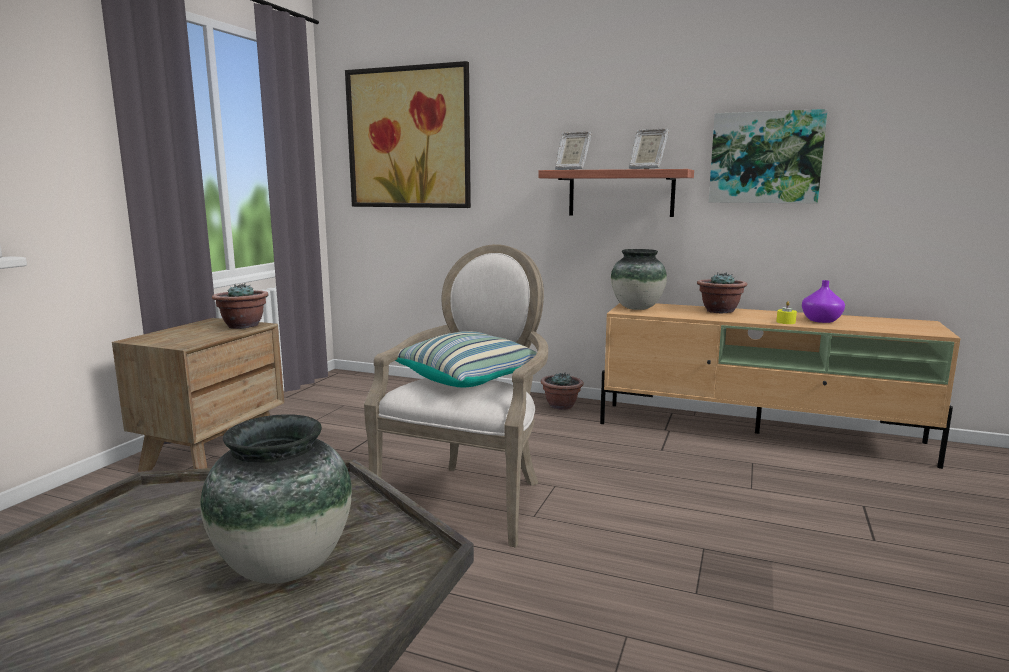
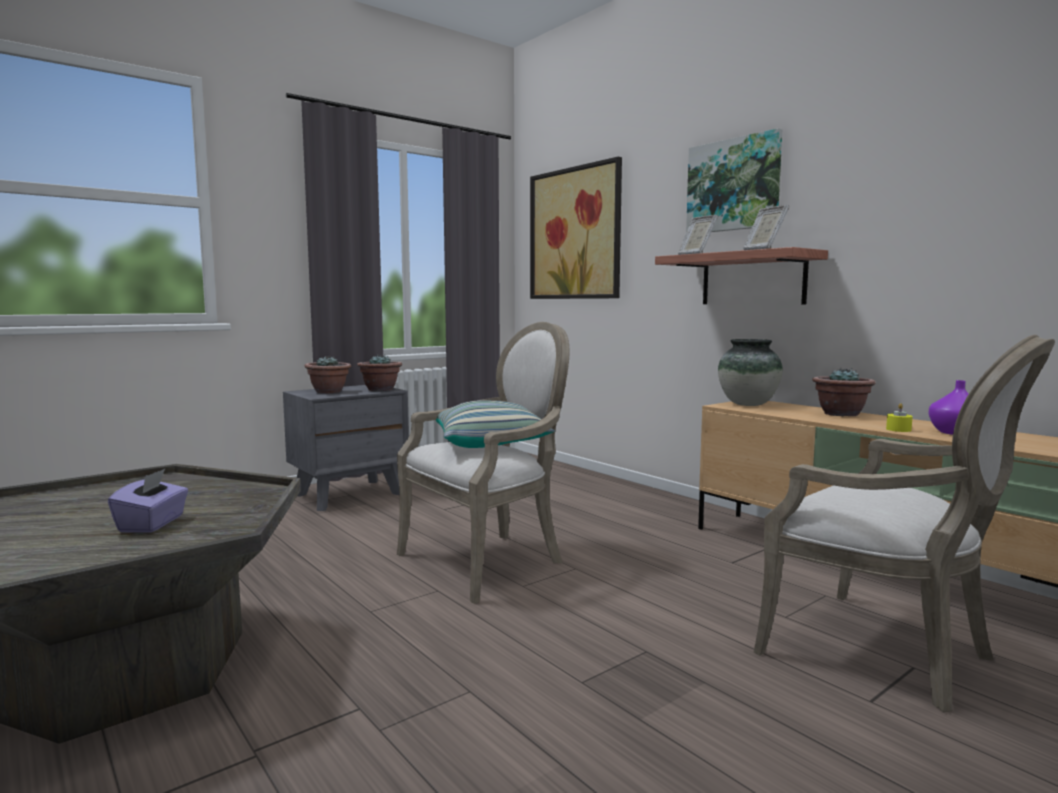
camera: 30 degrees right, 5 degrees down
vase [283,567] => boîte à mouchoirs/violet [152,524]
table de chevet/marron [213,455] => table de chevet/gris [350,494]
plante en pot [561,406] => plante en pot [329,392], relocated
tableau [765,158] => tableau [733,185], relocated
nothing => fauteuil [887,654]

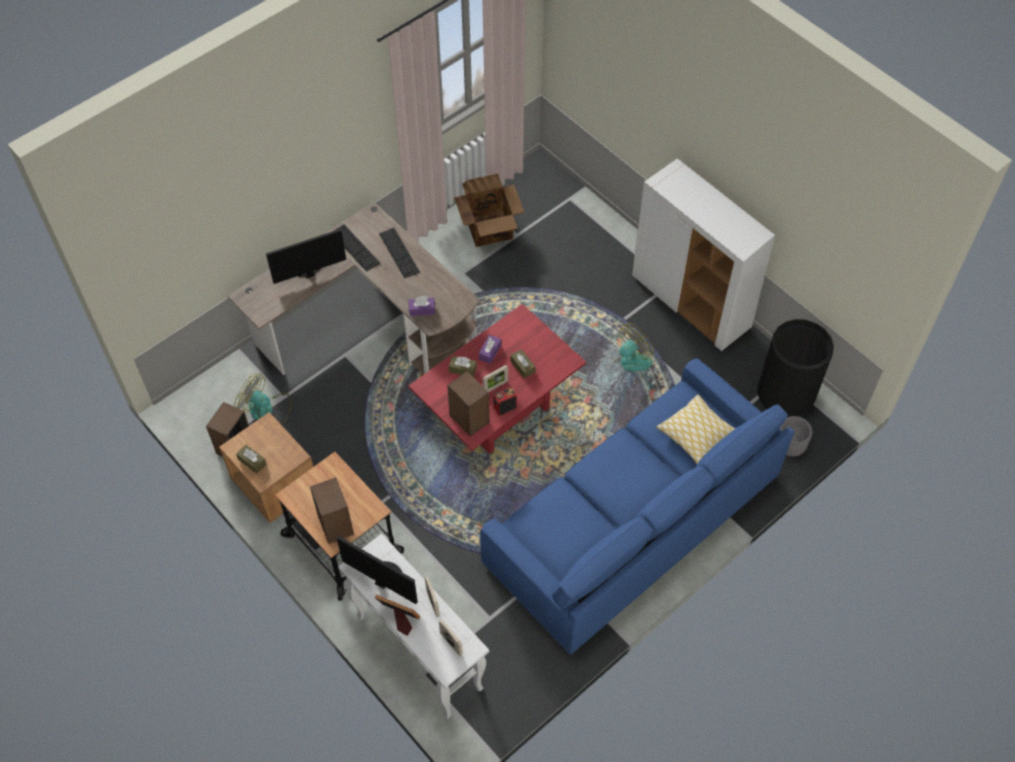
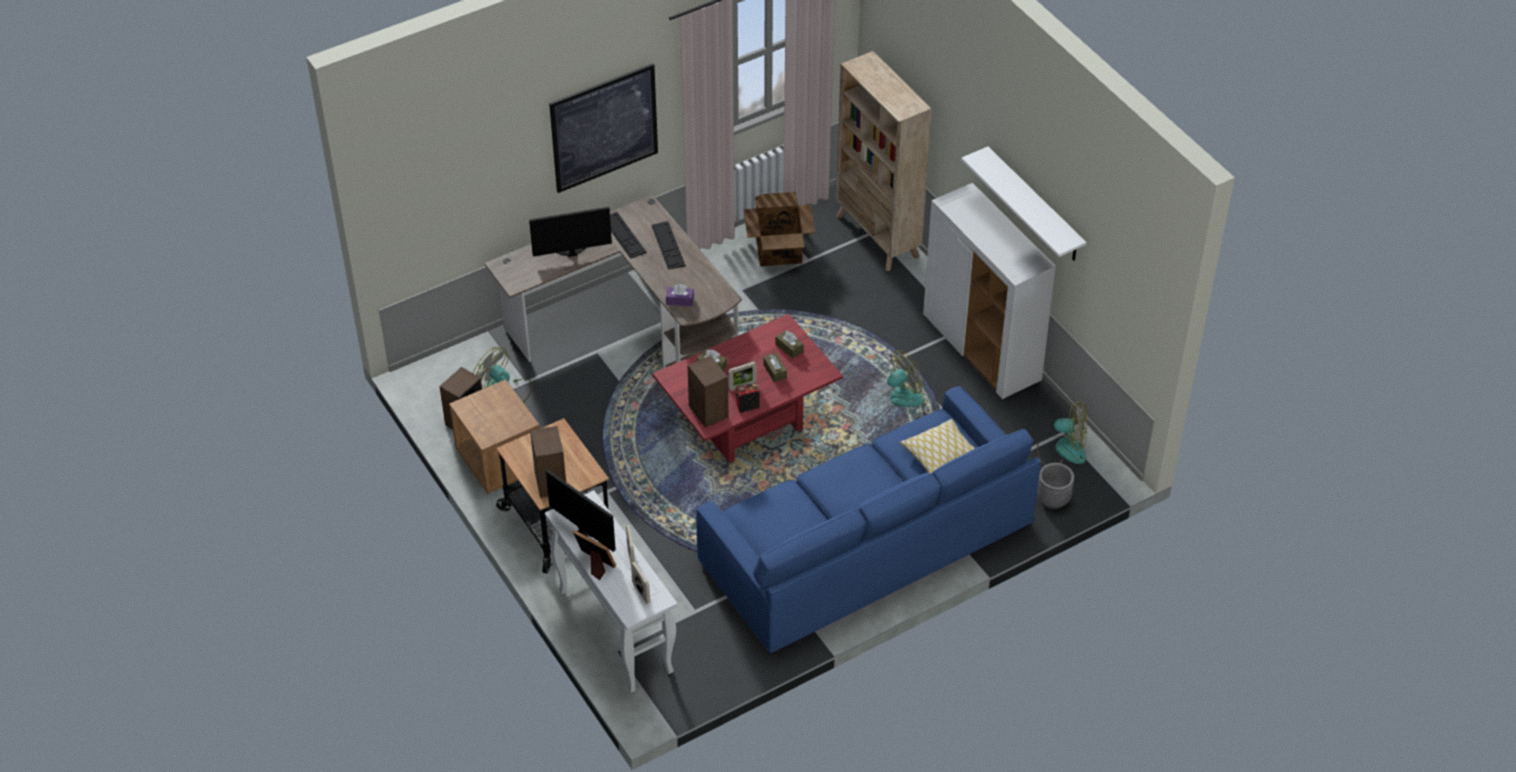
camera: 10 degrees right, 10 degrees down
nothing => tableau [604,127]
boîte à mouchoirs/marron [252,461] => boîte à mouchoirs/marron [789,348], relocated
nothing => bibliothèque/beige [877,237]
nothing => étagère/blanc [1034,206]
poubelle/noir [785,394] => ventilateur [1062,450]
boîte à mouchoirs/violet [490,352] => nothing

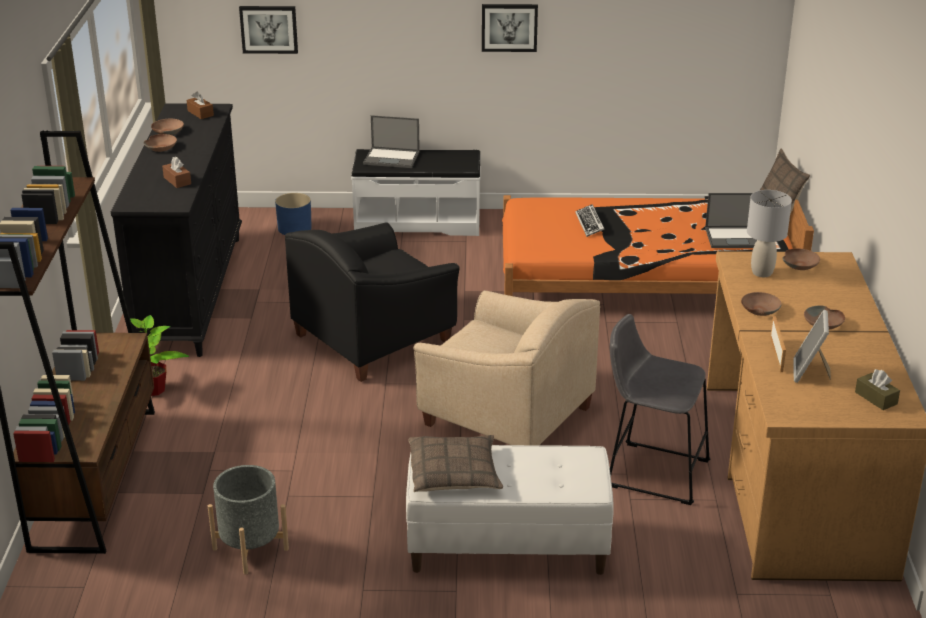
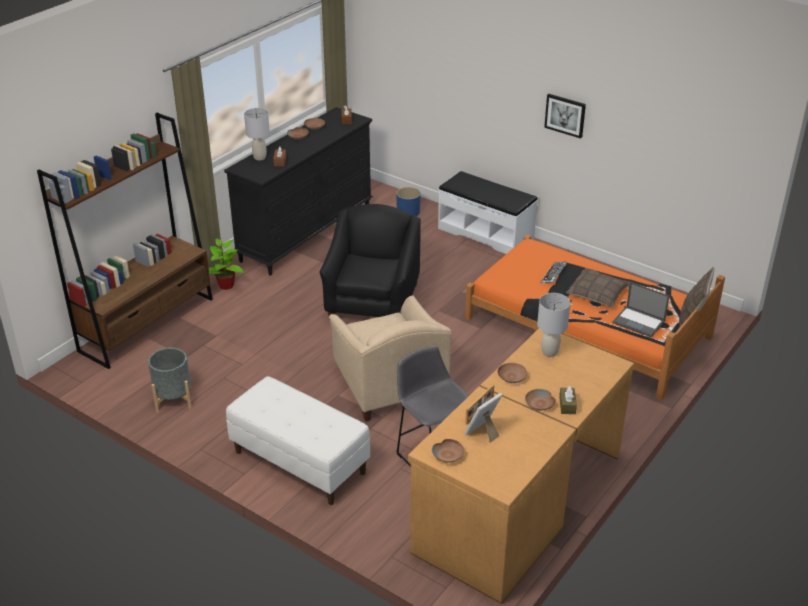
camera: 35 degrees right, 5 degrees up
nothing => lampe de table/gris [260,157]
fauteuil/noir [374,339] => fauteuil/noir [372,302], 105 degrees clockwise
bol/marron [800,264] => bol/marron [448,455], relocated
boîte à mouchoirs/marron [876,398] => boîte à mouchoirs/marron [567,405], relocated
coussin [454,473] => coussin [598,294], relocated
tableau [269,29] => nothing
ordinateur portable [392,158] => nothing

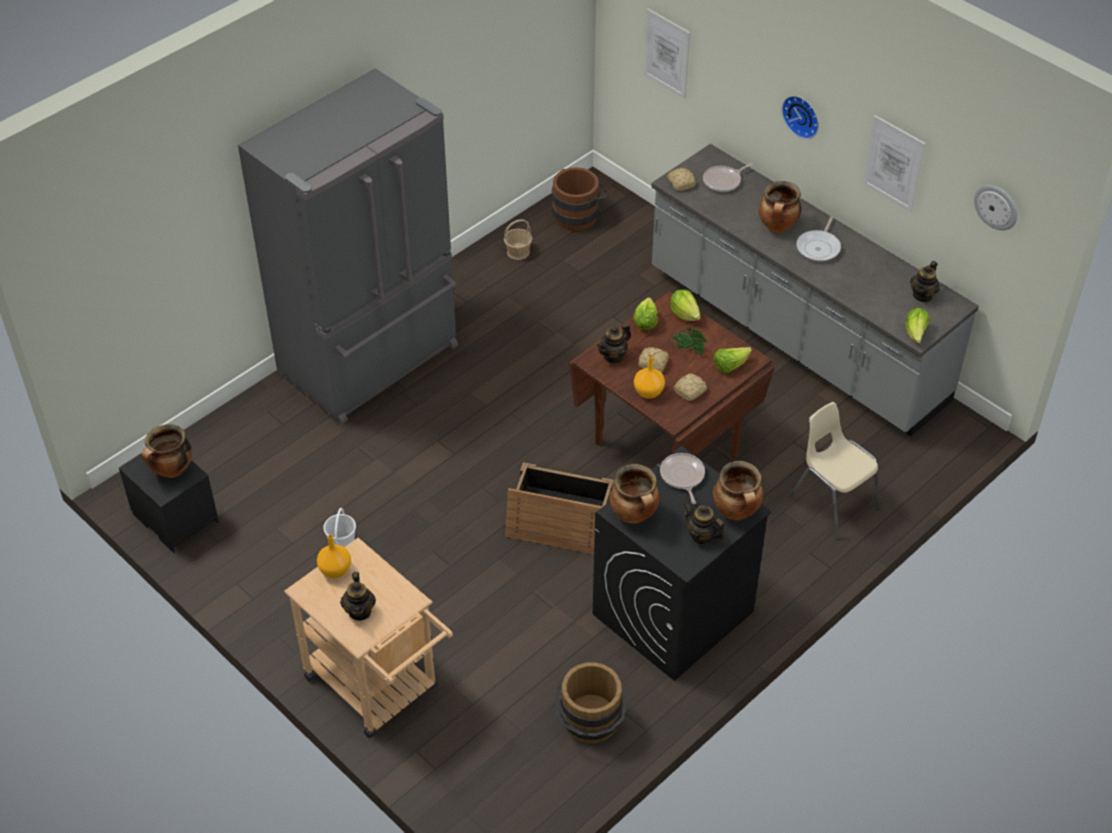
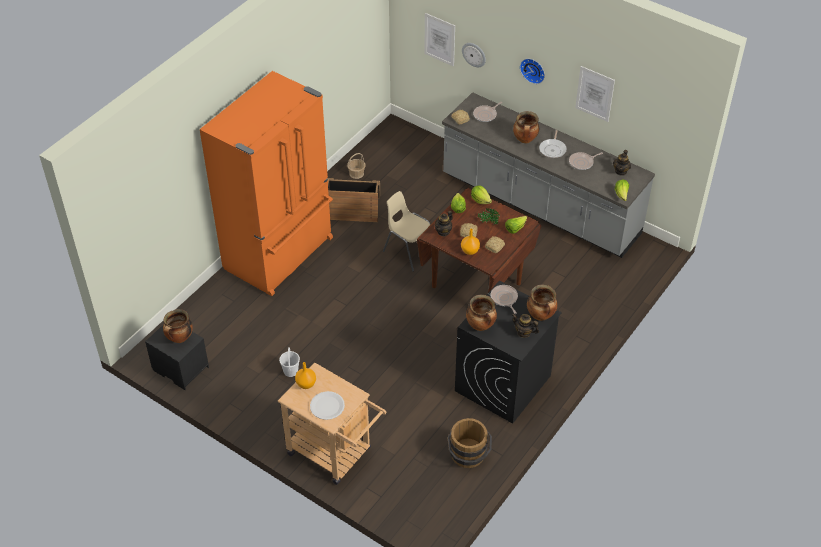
camera: 10 degrees left, 0 degrees up
réfrigérateur/gris [372,361] => réfrigérateur/orange [281,254]
théière [360,611] => assiette/blanc [327,406]
caisse [559,519] => caisse [351,207], relocated
chaise/beige [832,502] => chaise/beige [408,251], relocated
horloge murale [996,206] => horloge murale [474,54], relocated
nothing => poêle [582,162]
seau/marron [579,215] => nothing

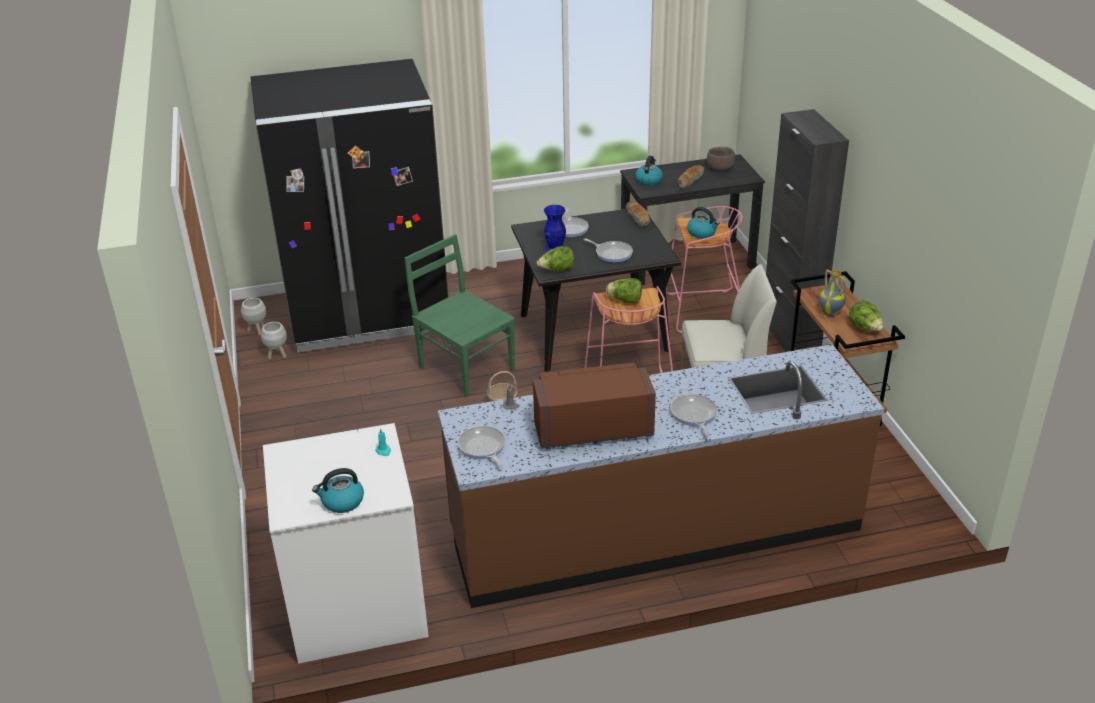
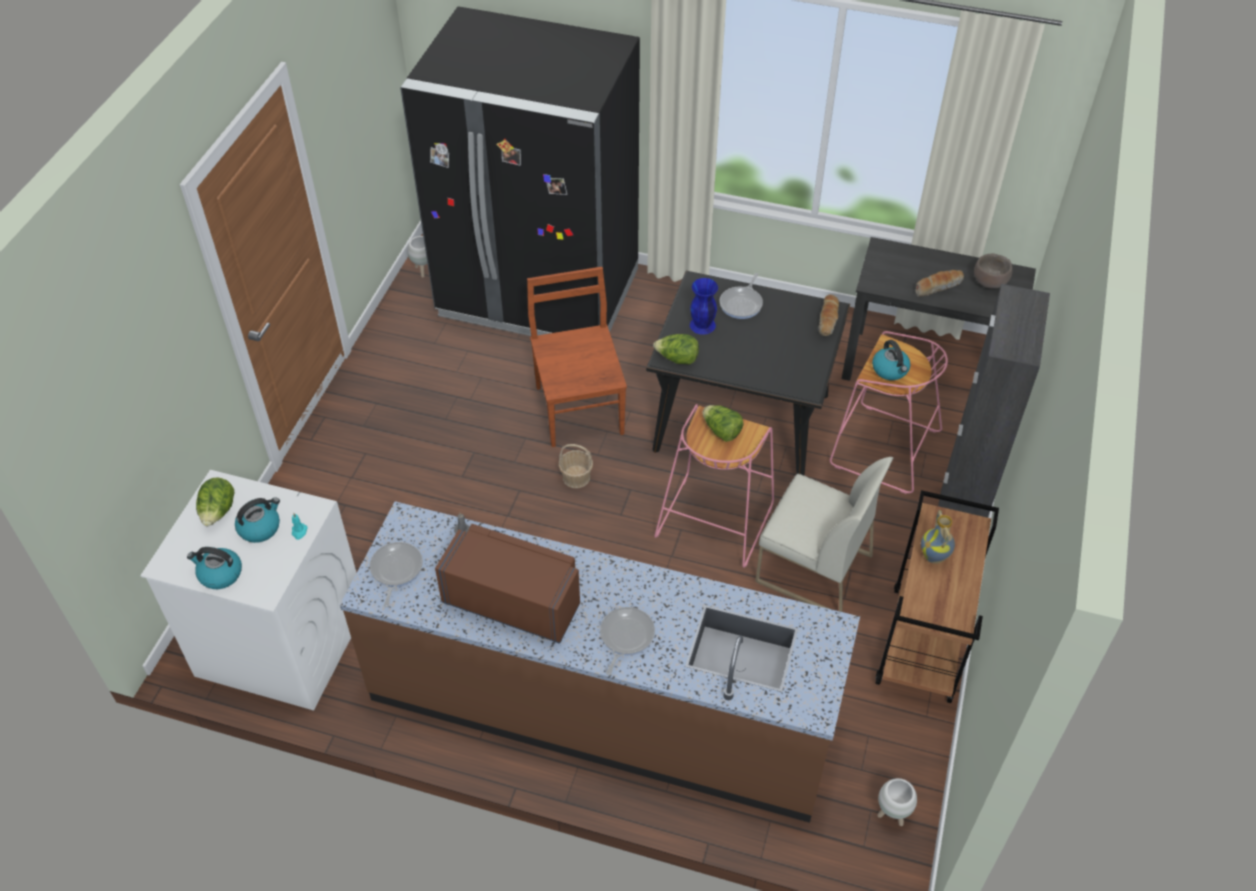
camera: 30 degrees right, 15 degrees up
laitue [865,328] => laitue [218,512], relocated
bouilloire [648,180] => bouilloire [260,527], relocated
chaise/vert [465,367] => chaise/marron [579,408]
cache-pot/blanc [277,355] => cache-pot/blanc [892,814], relocated
poêle [612,253] => nothing

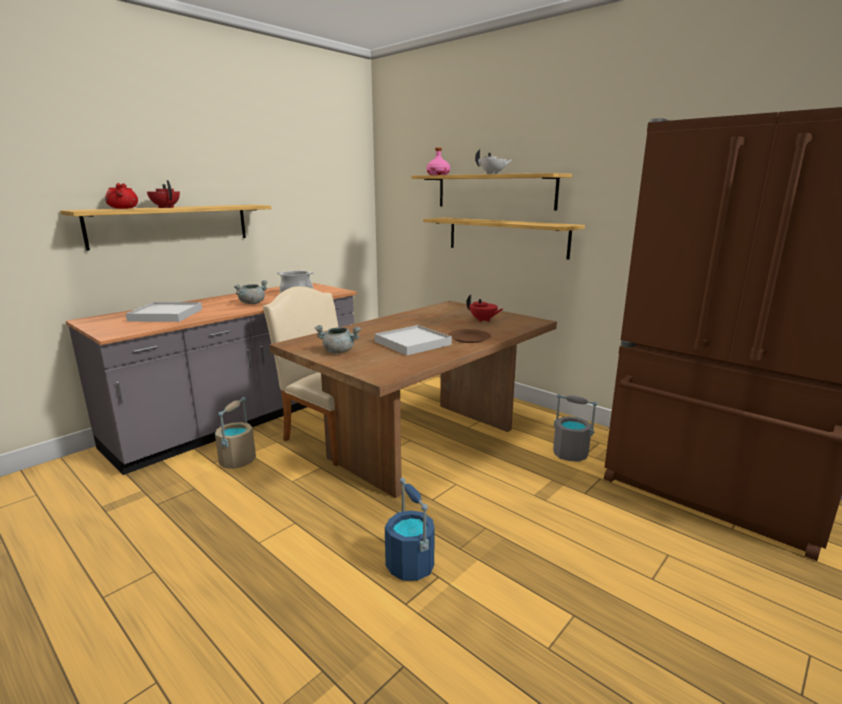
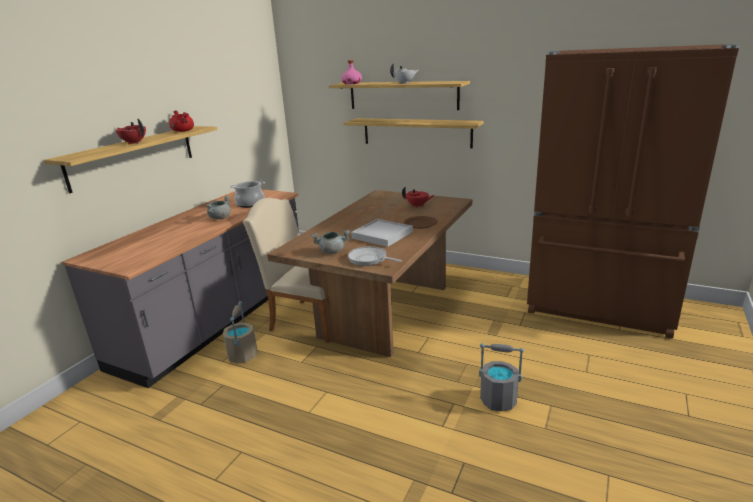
camera: 15 degrees left, 5 degrees up
marmite/rouge [123,208] => marmite/rouge [183,131], relocated
nothing => poêle [369,259]
seau/gris [570,454] => seau/gris [498,400], relocated
plateau/blanc [166,315] => nothing
seau/bleu [411,565] => nothing

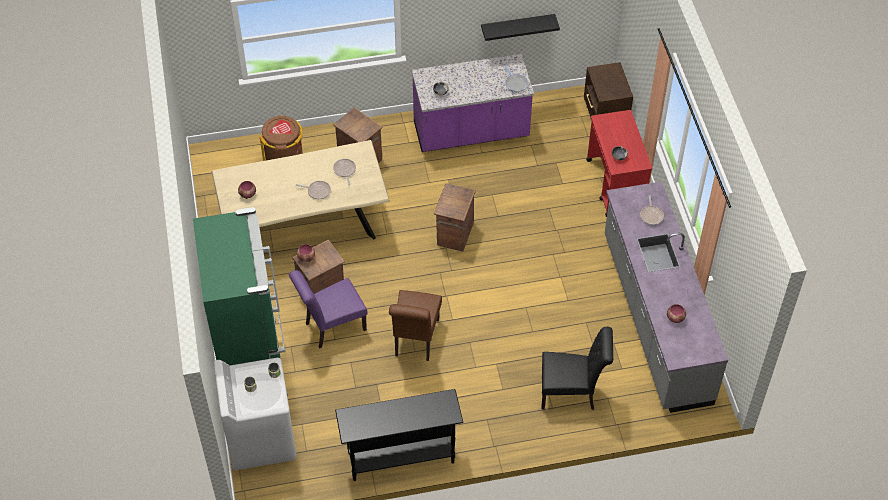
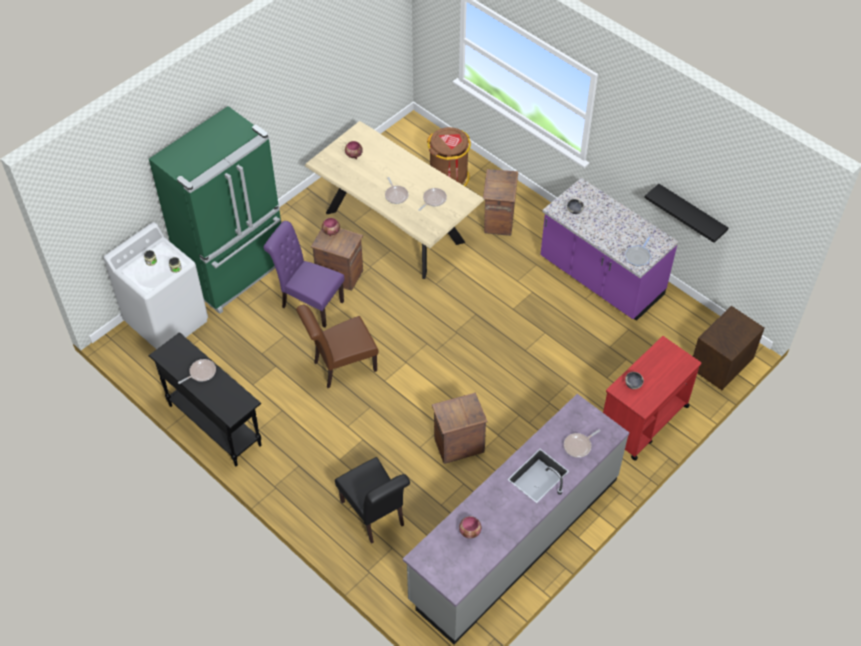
camera: 55 degrees right, 0 degrees up
nothing => poêle [201,373]
caisse [454,234] => caisse [458,445], relocated

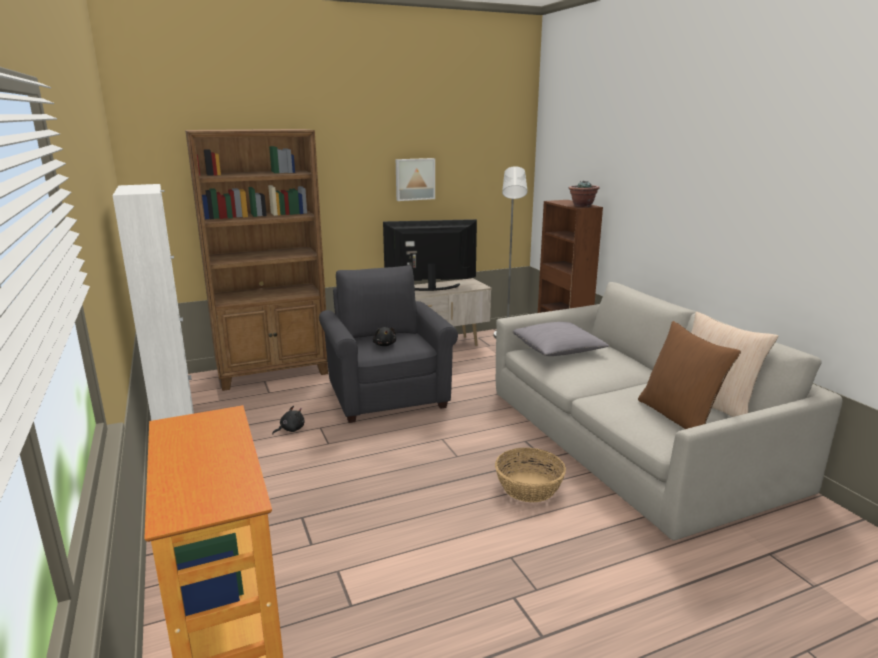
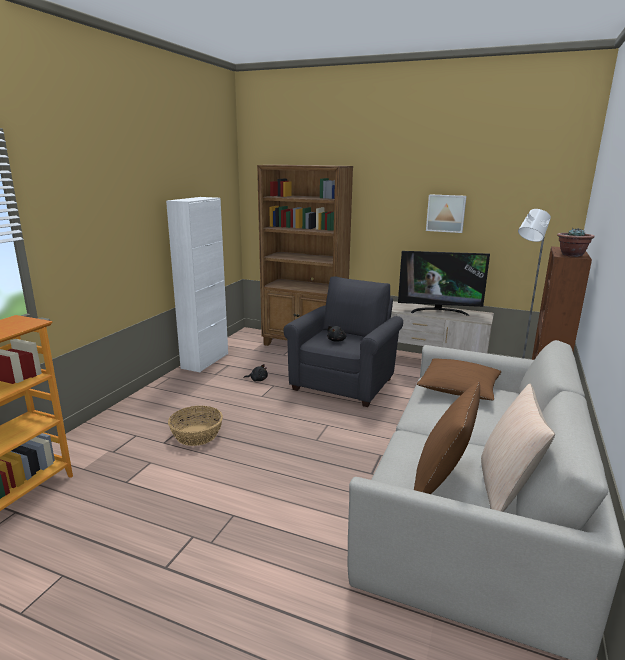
camera: 45 degrees right, 0 degrees up
panier [528,487] => panier [196,435], relocated
téléviseur [431,288] => téléviseur [438,311], 150 degrees clockwise
coussin/gris [557,349] => coussin/marron [459,389]

